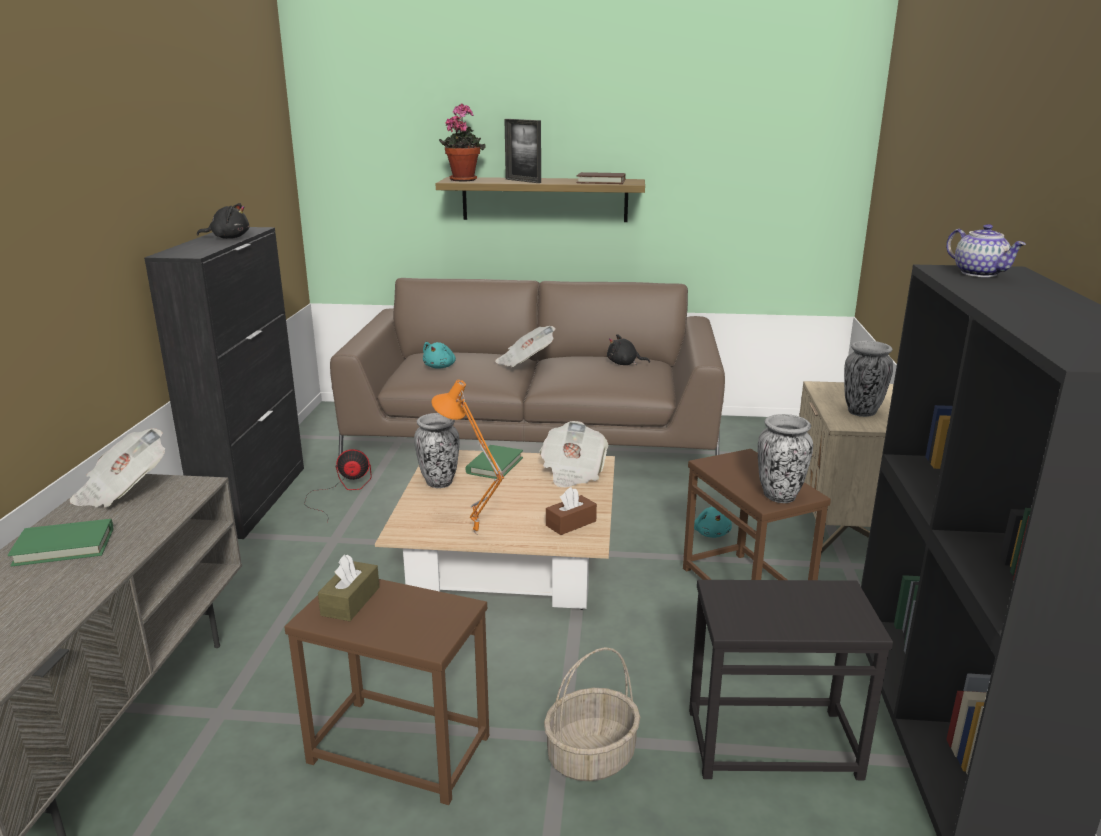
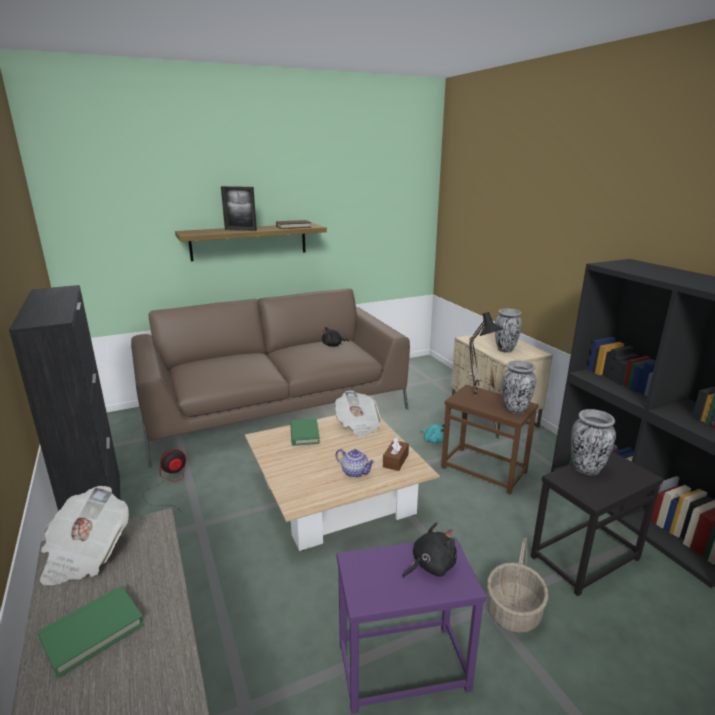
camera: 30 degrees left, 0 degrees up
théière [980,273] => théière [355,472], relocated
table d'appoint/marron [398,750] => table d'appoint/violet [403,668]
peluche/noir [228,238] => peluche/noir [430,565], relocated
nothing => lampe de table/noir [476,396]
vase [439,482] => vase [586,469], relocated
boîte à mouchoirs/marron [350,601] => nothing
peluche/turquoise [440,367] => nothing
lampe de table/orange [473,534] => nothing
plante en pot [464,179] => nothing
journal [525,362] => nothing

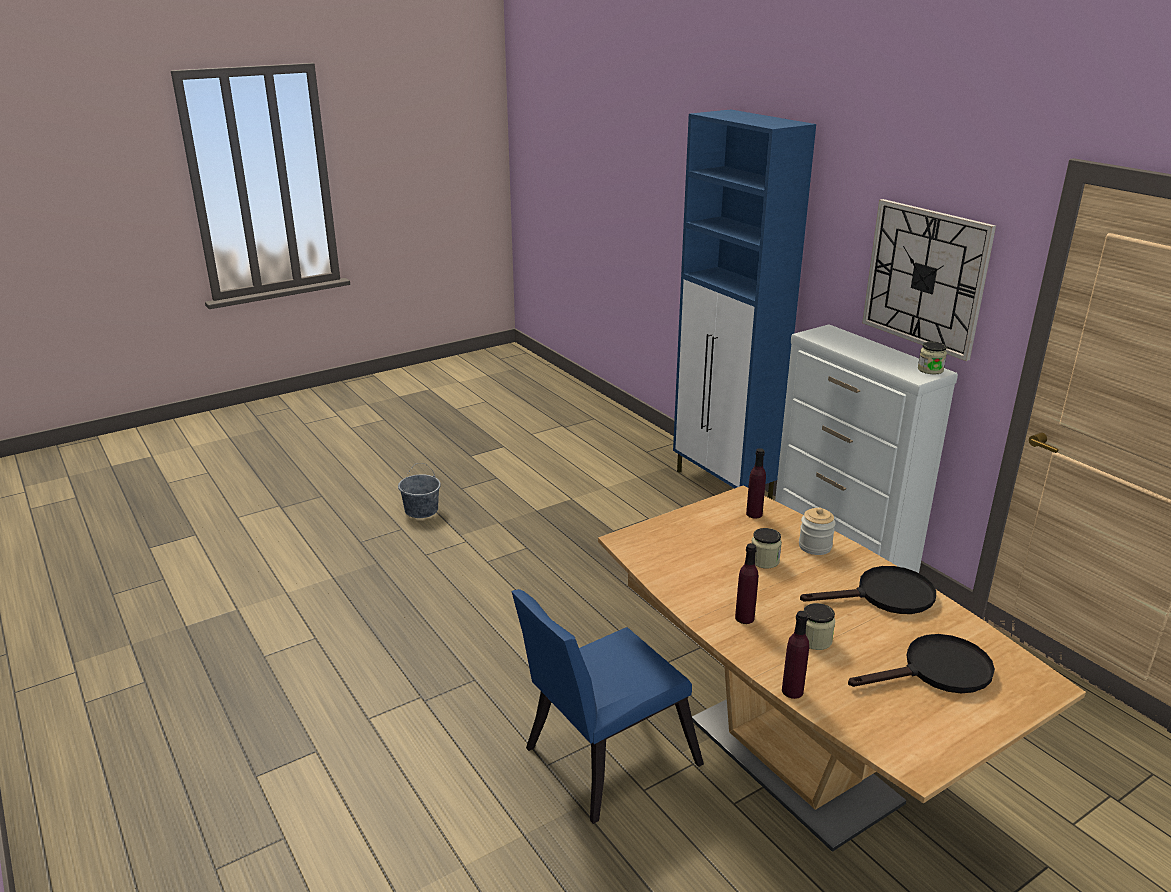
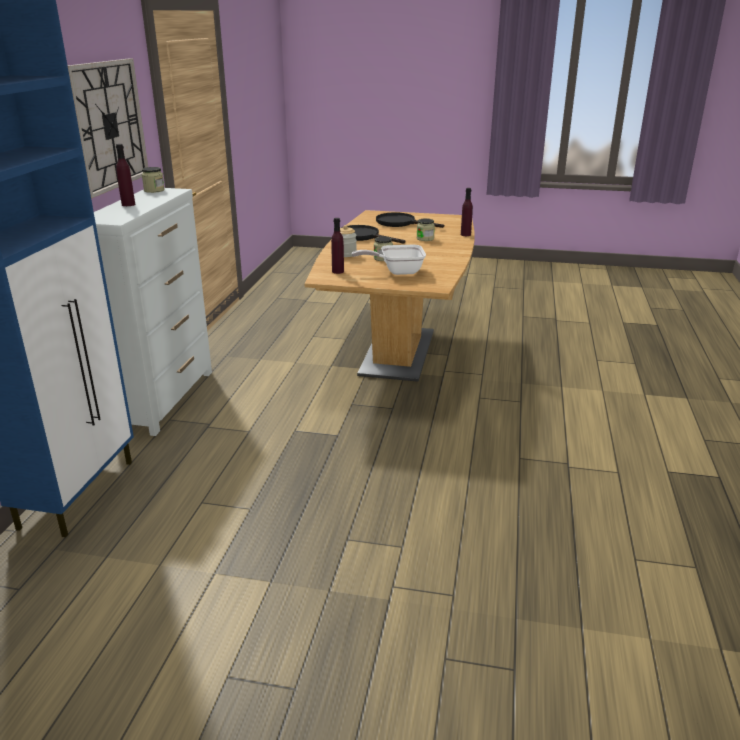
camera: 135 degrees left, 0 degrees up
bouteille/violet [744,618] => bouteille/violet [128,204], relocated
nothing => poêle [397,271]
seau/gris [421,510] => nothing
chaise/bleu [602,759] => nothing

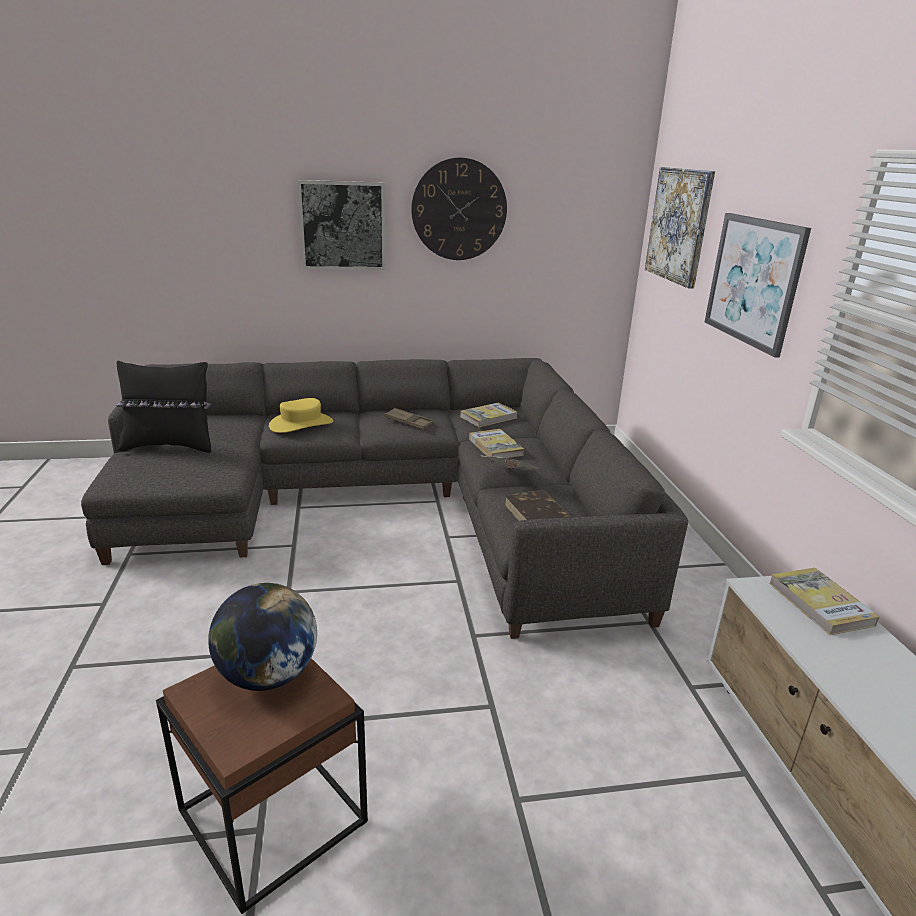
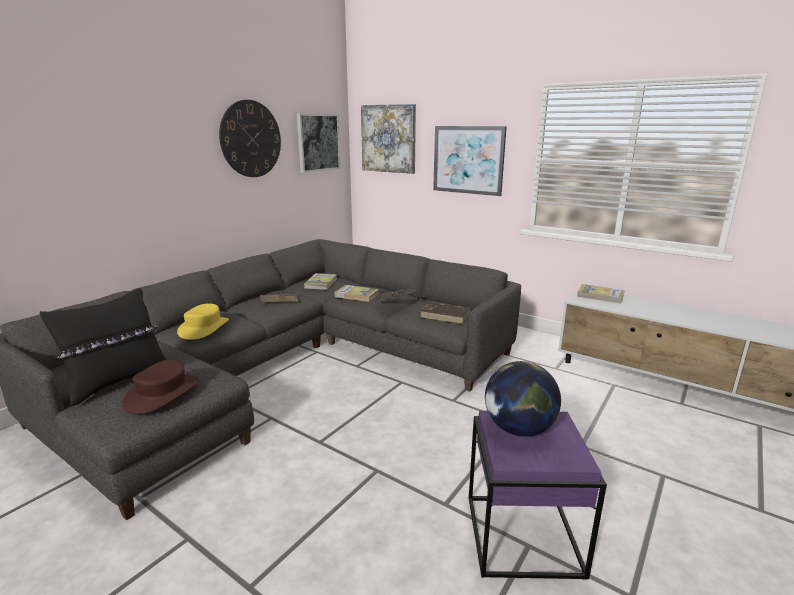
camera: 45 degrees left, 5 degrees down
nothing => chapeau/marron [163,393]
tableau [343,226] => tableau [318,142], relocated
table d'appoint/marron [272,819] => table d'appoint/violet [524,536]

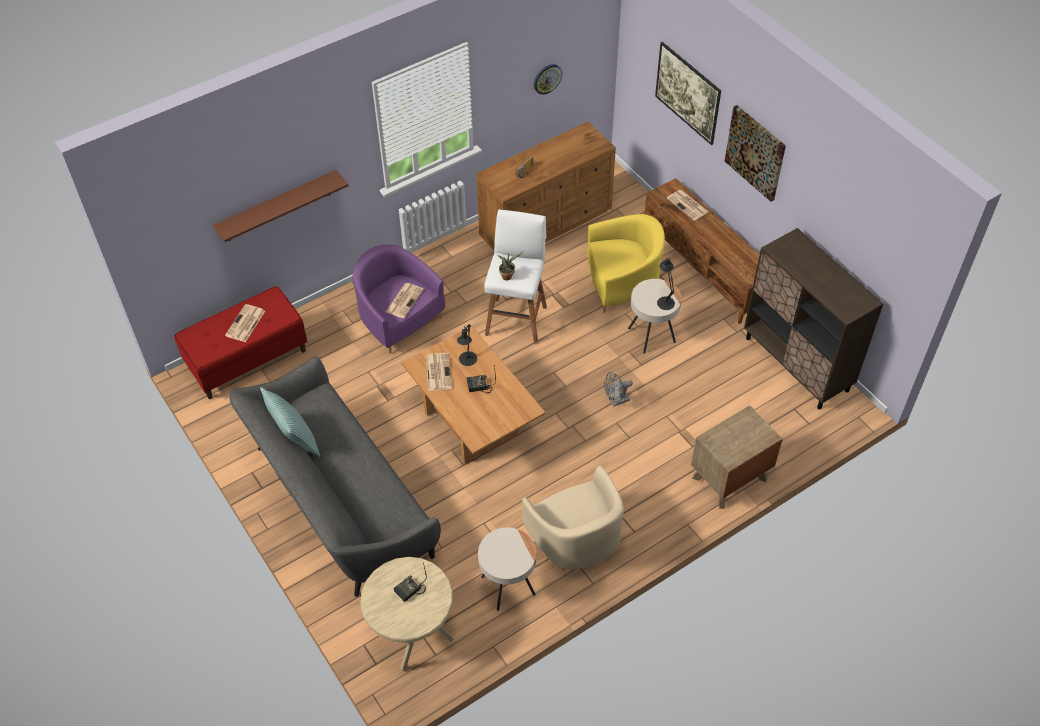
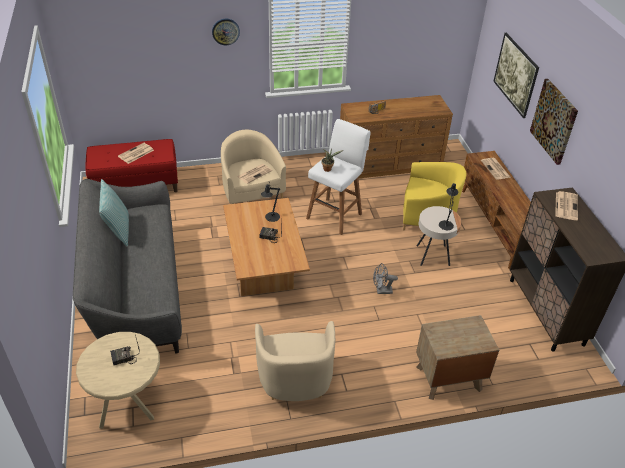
camera: 20 degrees right, 10 degrees down
horloge murale [547,78] => horloge murale [225,31], relocated
fauteuil/violet [398,319] => fauteuil/beige [251,191]
journal [438,372] => journal [566,205], relocated
étagère/marron [277,206] => nothing
table d'appoint/beige [508,586] => nothing

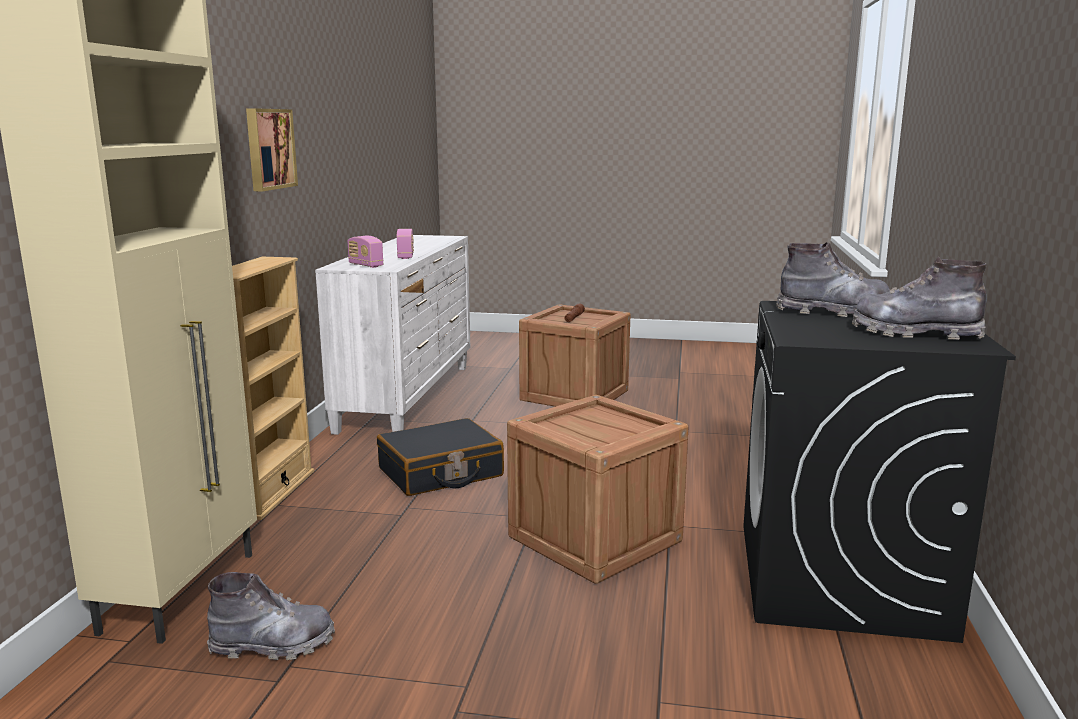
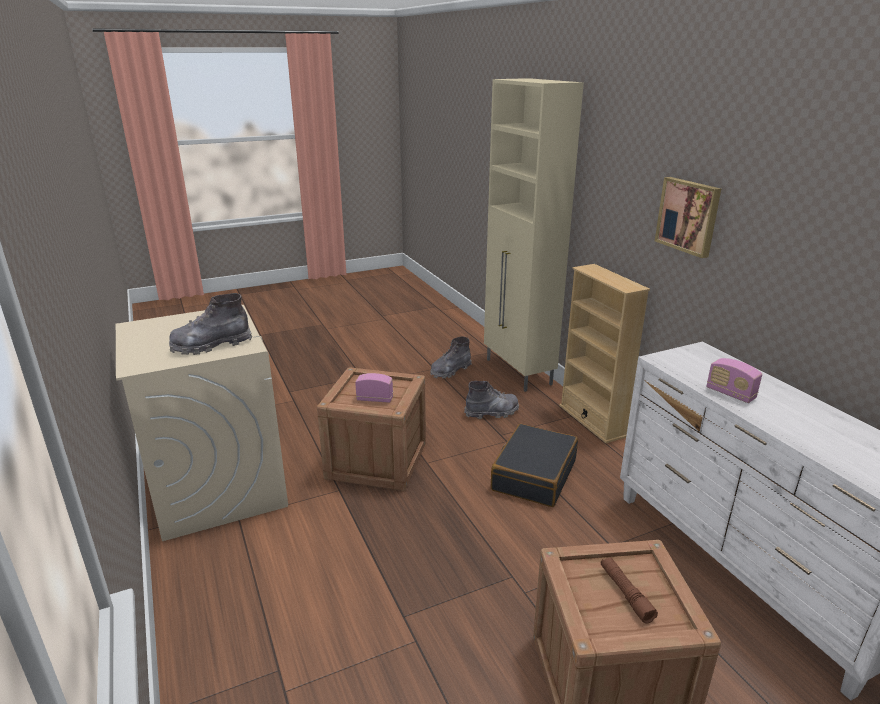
camera: 145 degrees right, 10 degrees up
lave-linge/noir [841,579] => lave-linge/beige [217,486]
radio [365,265] => radio [375,399], relocated
botte/gris [915,333] => botte/gris [492,412], relocated

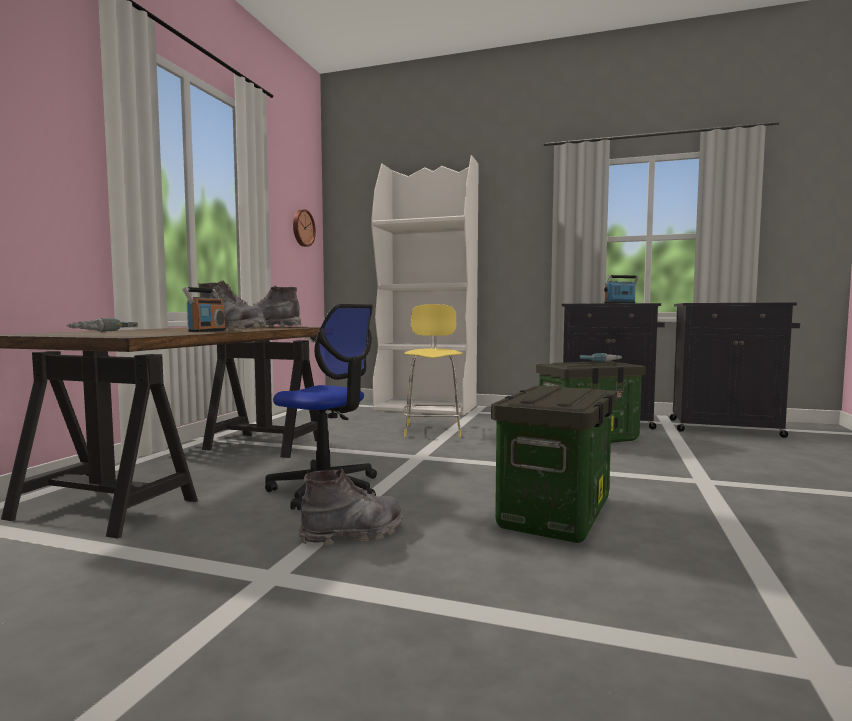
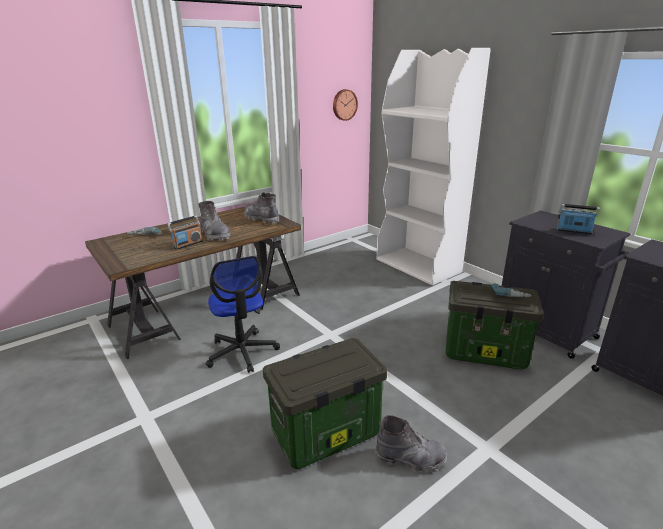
camera: 35 degrees right, 20 degrees up
botte/gris [353,534] => botte/gris [410,458], relocated
tabouret/jaune [433,430] => nothing

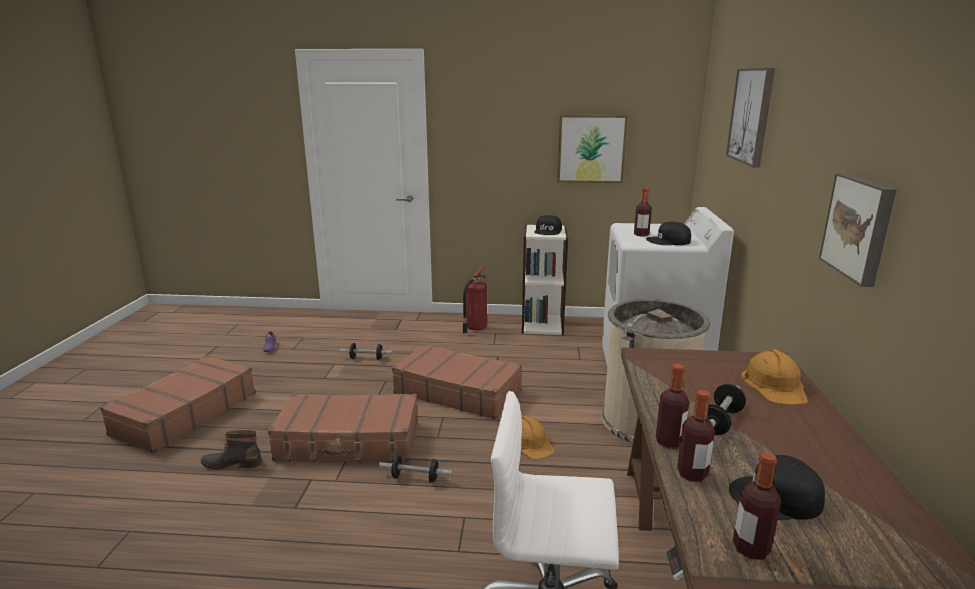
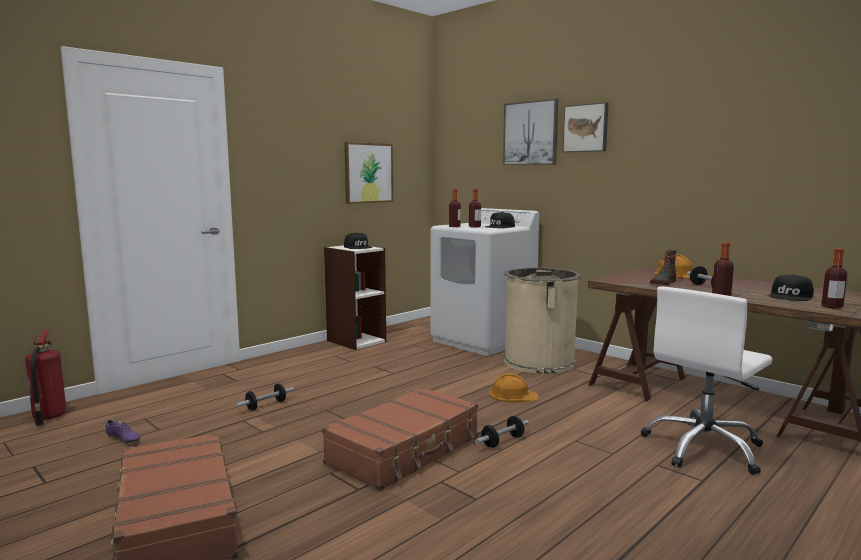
camera: 50 degrees left, 10 degrees down
extincteur [475,328] => extincteur [48,417], relocated
bouteille [692,474] => bouteille [454,226], relocated
tableau [859,227] => tableau [586,128], relocated
botte [232,463] => botte [662,283], relocated
valise/marron [457,392] => nothing

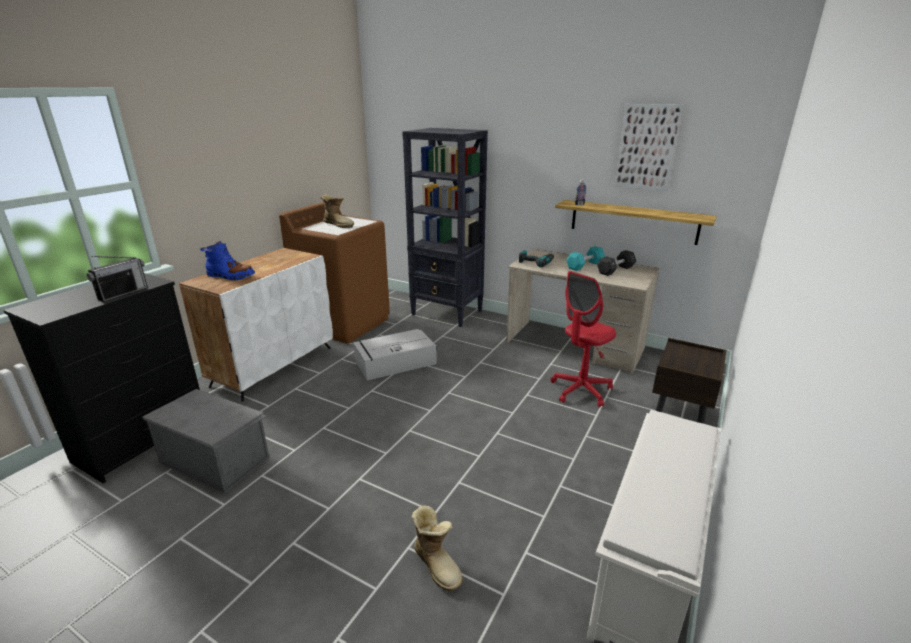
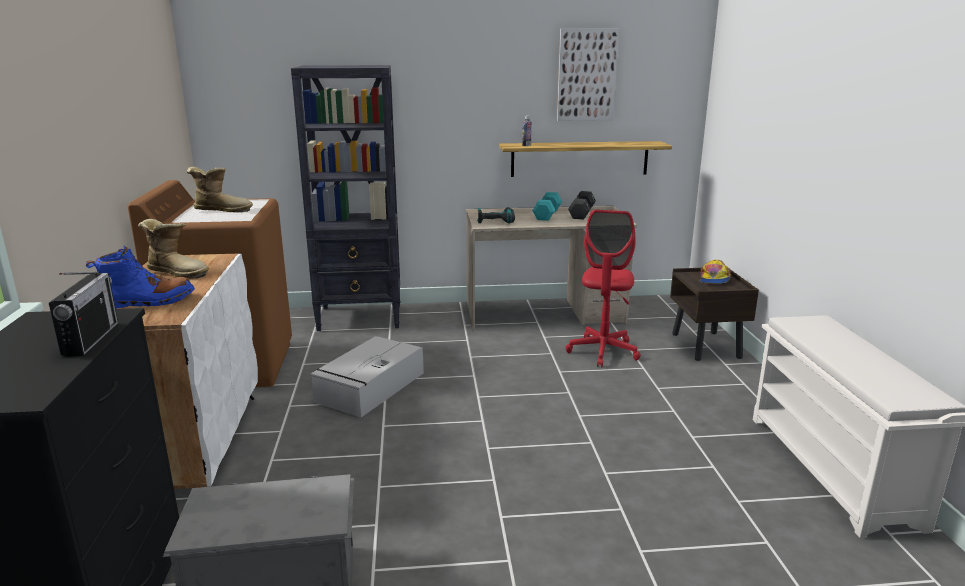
camera: 35 degrees left, 5 degrees down
botte [437,563] => botte [178,272], relocated
nothing => casquette [714,279]

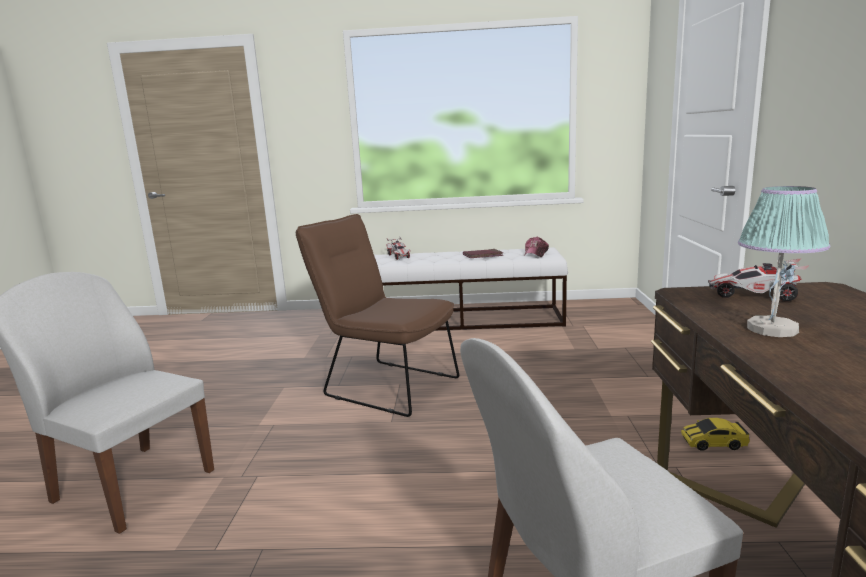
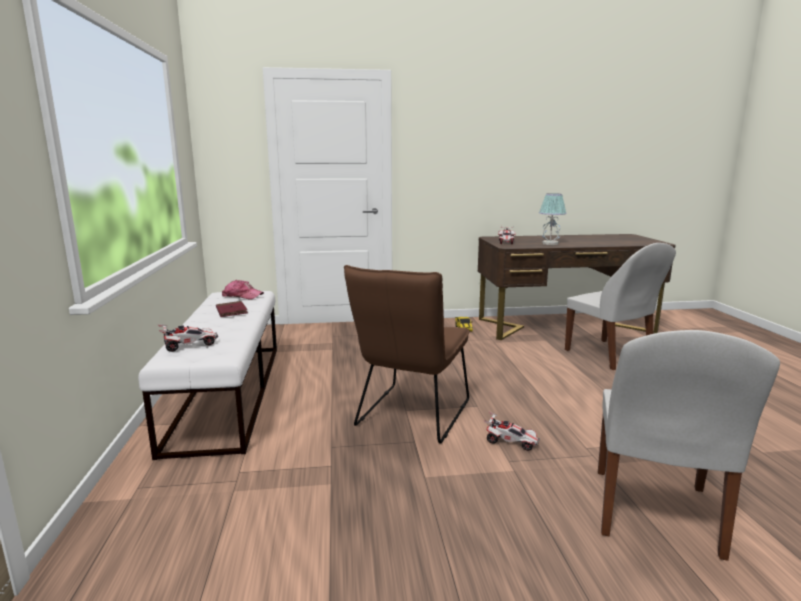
camera: 100 degrees left, 0 degrees up
nothing => petite voiture [510,442]

